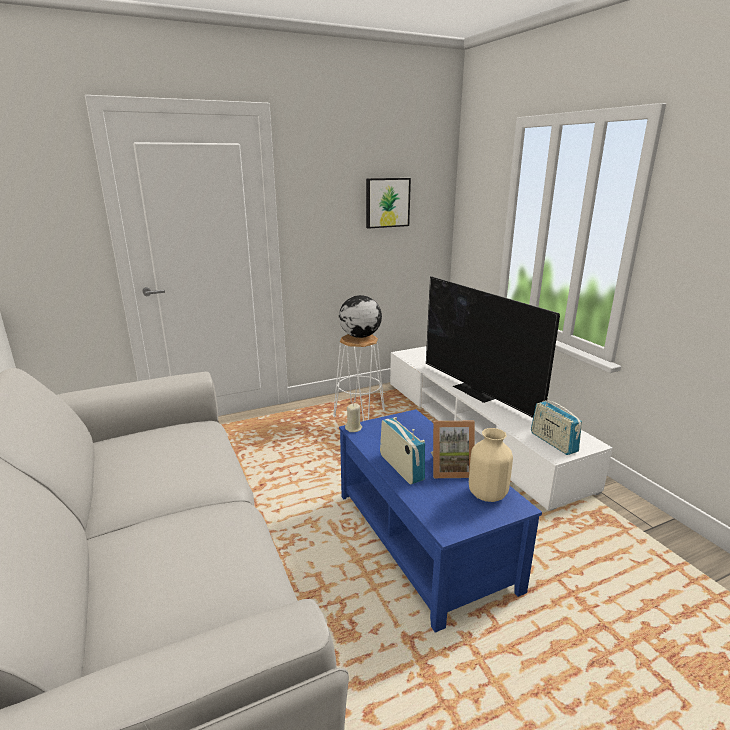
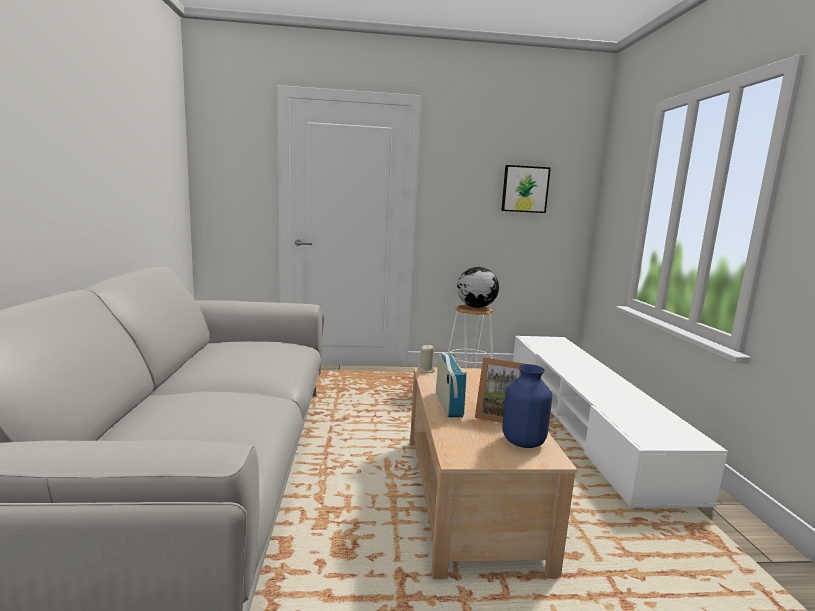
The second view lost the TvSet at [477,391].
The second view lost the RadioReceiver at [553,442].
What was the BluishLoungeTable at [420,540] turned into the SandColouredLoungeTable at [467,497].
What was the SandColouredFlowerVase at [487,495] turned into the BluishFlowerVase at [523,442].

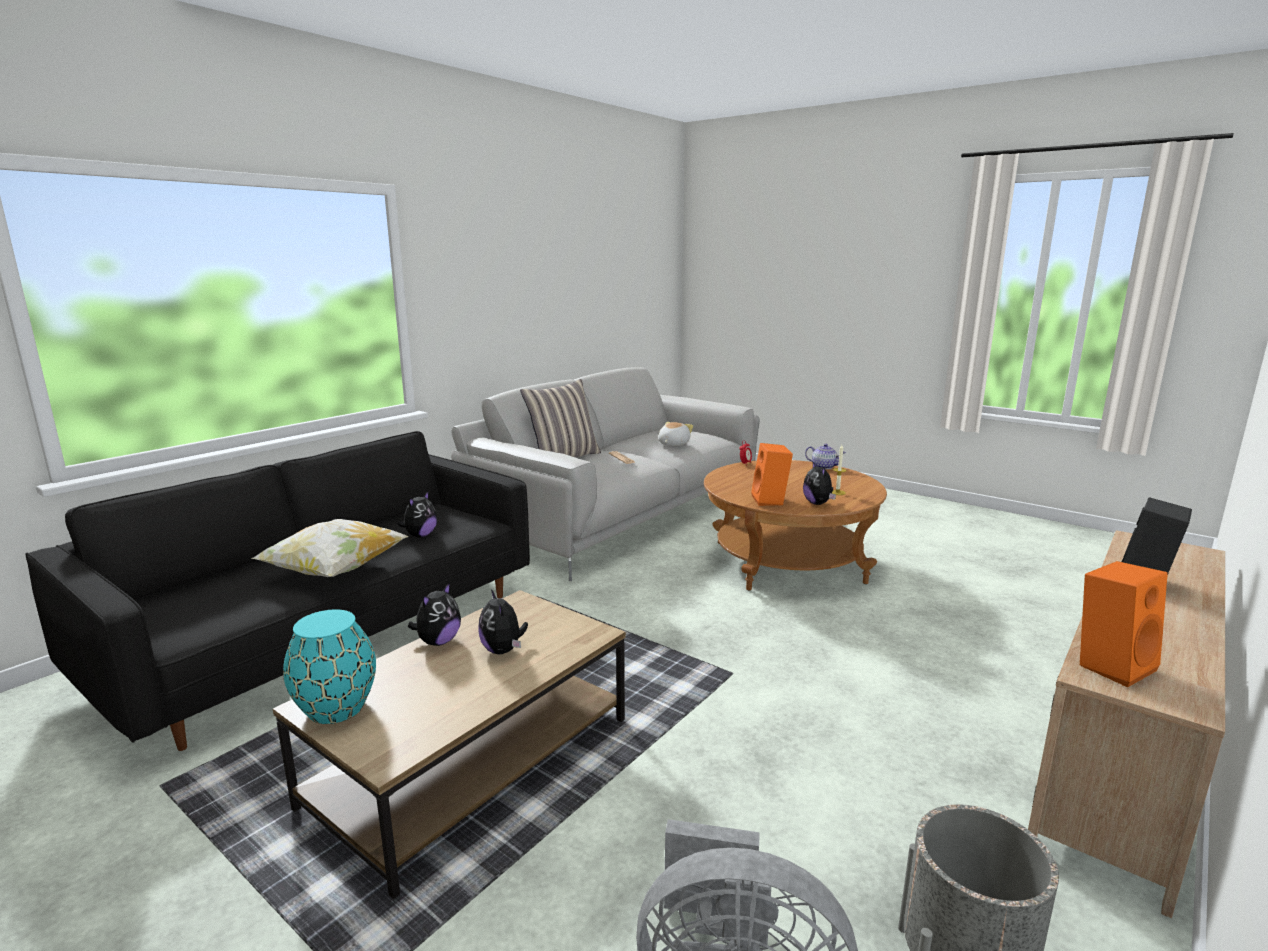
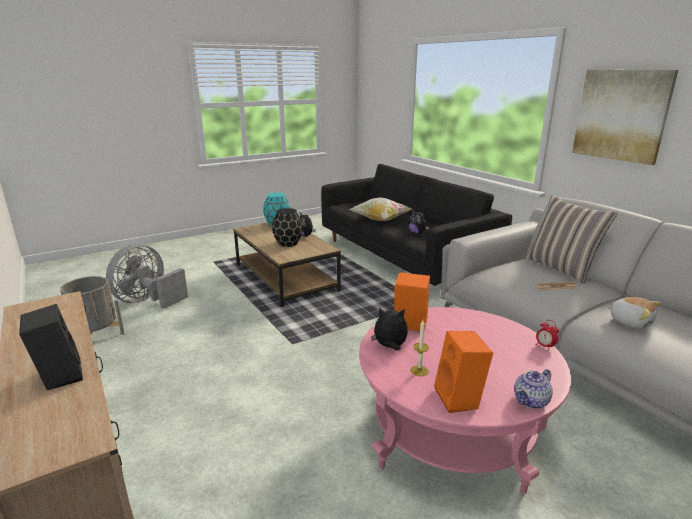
The second view gained the Picture at [621,115].
The OrangeColouredLoudspeaker ended up elsewhere, having gone from [1111,664] to [460,399].
Where the PlushToy stood at [503,650], the BlackishFlowerVase came to stand at [287,243].
What was the BrownishLoungeTable at [787,562] turned into the PinkLoungeTable at [452,431].

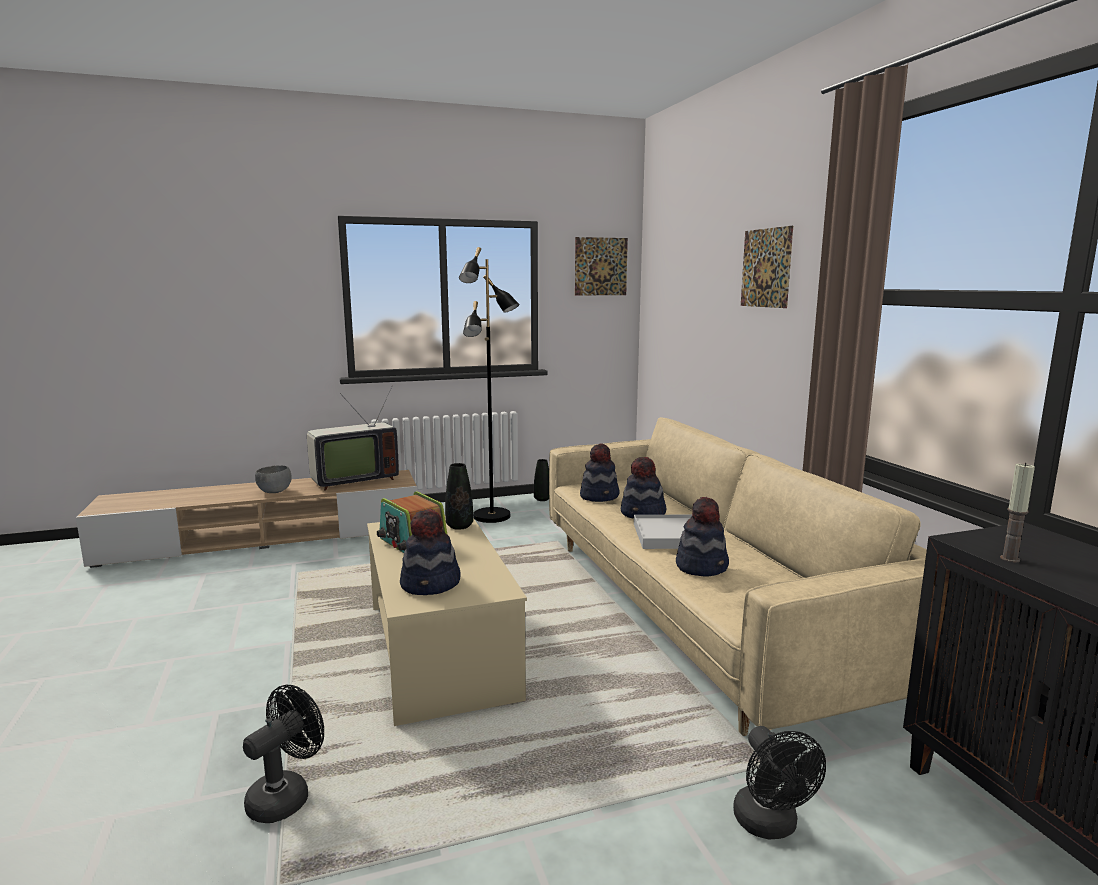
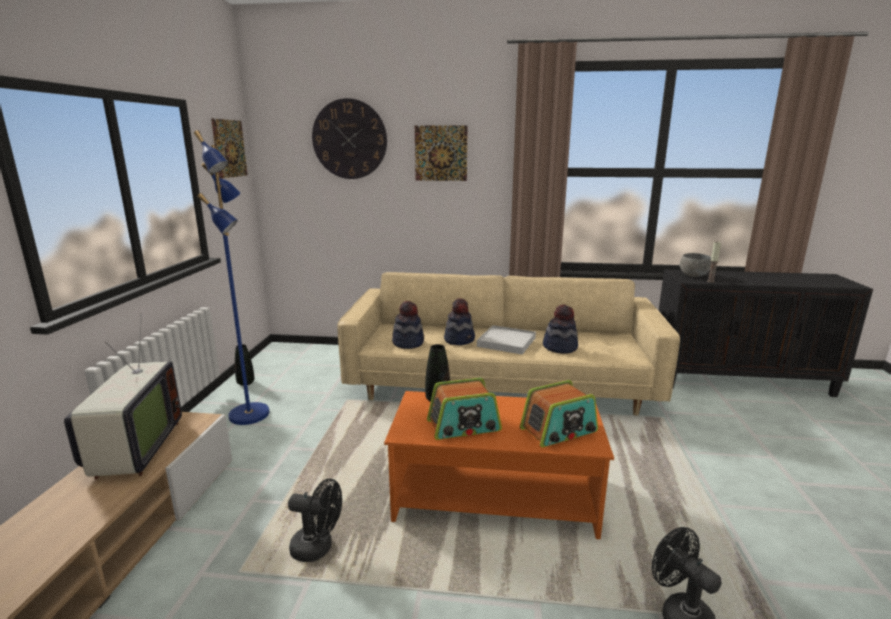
The second view gained the WallClock at [349,139].
The GreyBowl ended up elsewhere, having gone from [274,492] to [694,276].
The BlackishFan ended up elsewhere, having gone from [770,826] to [318,548].
Where the Hat stood at [431,584], the RadioReceiver came to stand at [559,430].
What was the SandColouredLoungeTable at [440,650] turned into the OrangeColouredLoungeTable at [496,496].
What was the BlackishStandardLamp at [492,517] turned into the BluishStandardLamp at [250,415].

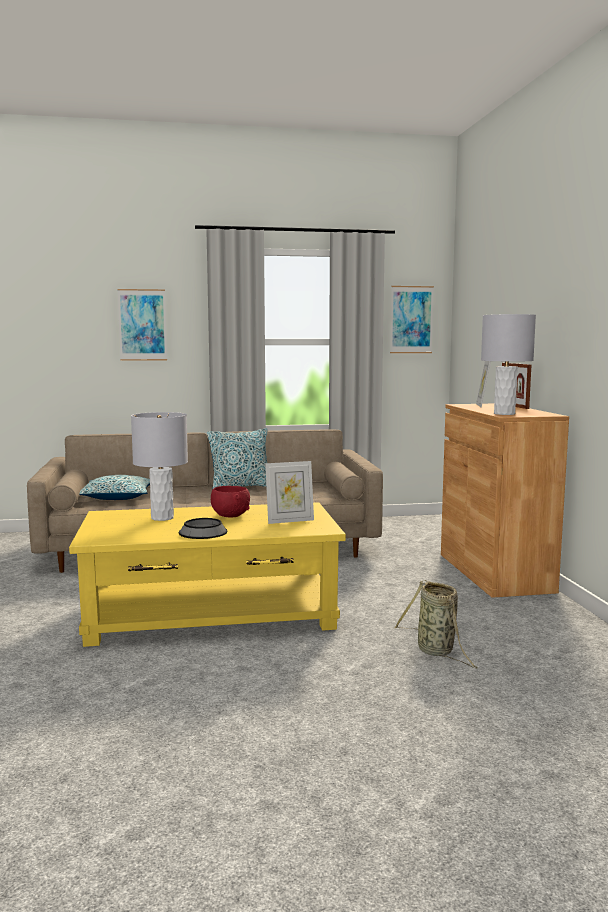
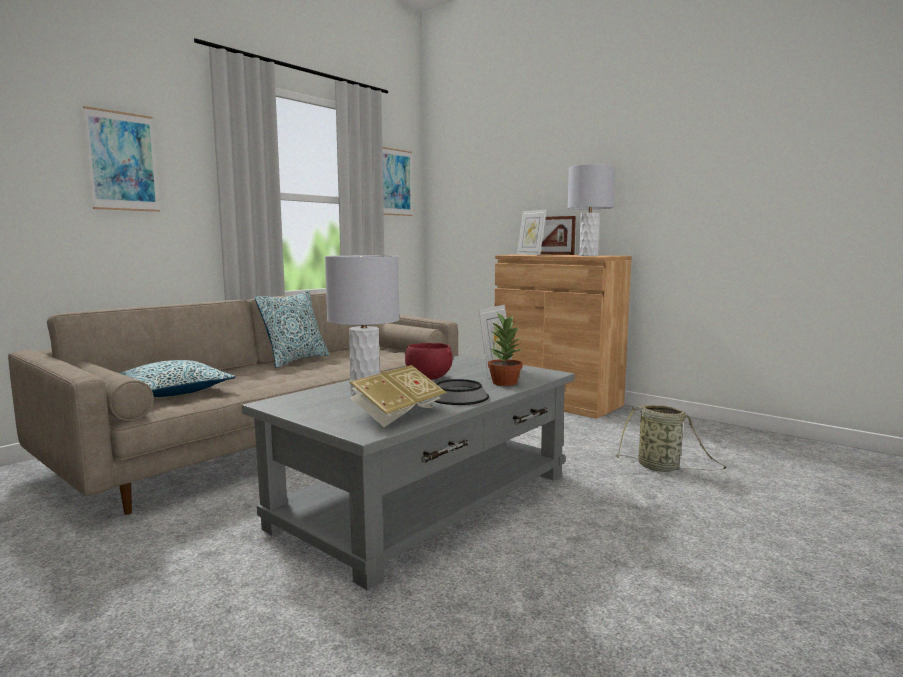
The second view gained the Volume at [397,414].
The second view gained the PottedPlant at [504,382].
What was the YellowishLoungeTable at [212,614] turned into the GreyLoungeTable at [428,499].

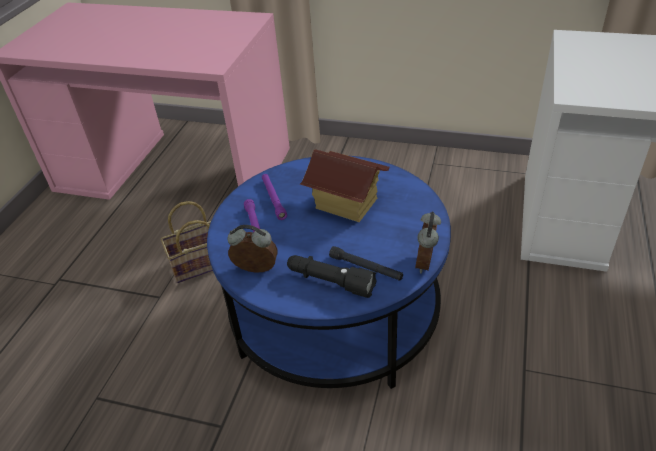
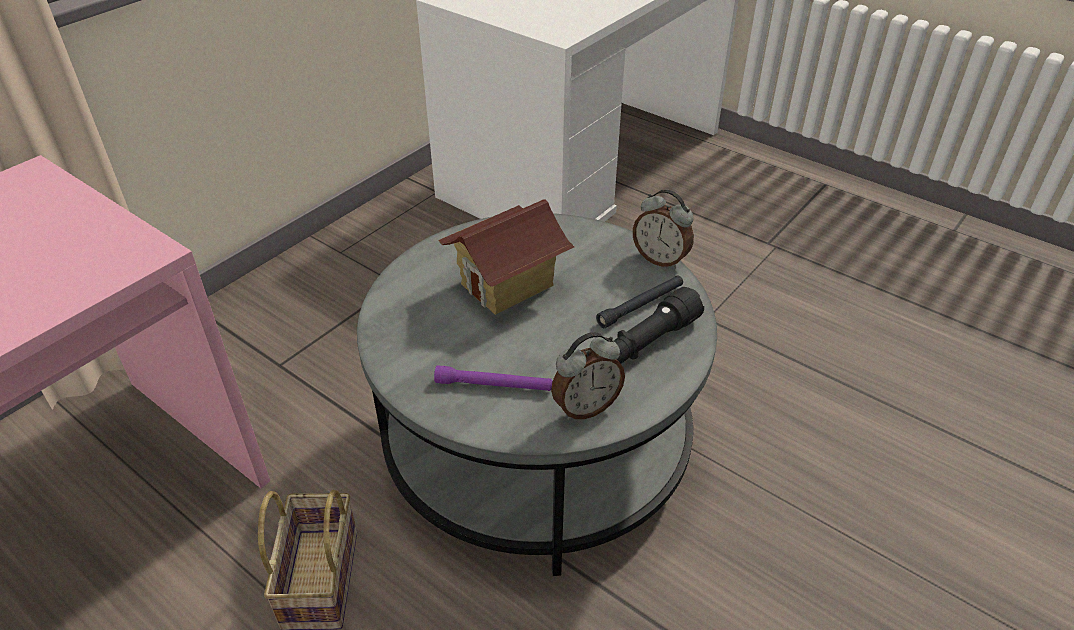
The second view lost the PurpleColouredHandTorch at [273,199].
What was the BluishLoungeTable at [335,312] turned into the GreyLoungeTable at [537,441].
The AlarmClock at [256,270] ended up facing another way, 150 degrees counterclockwise from before.

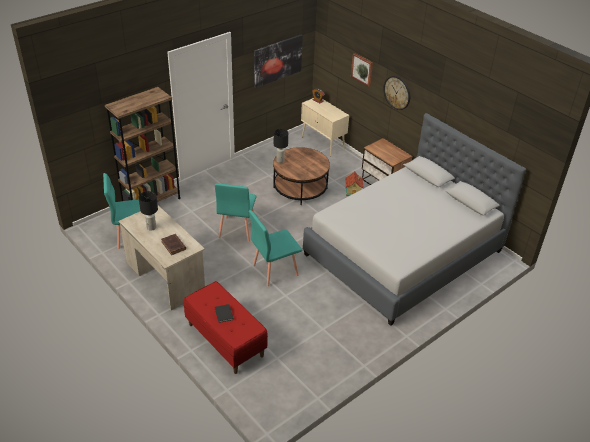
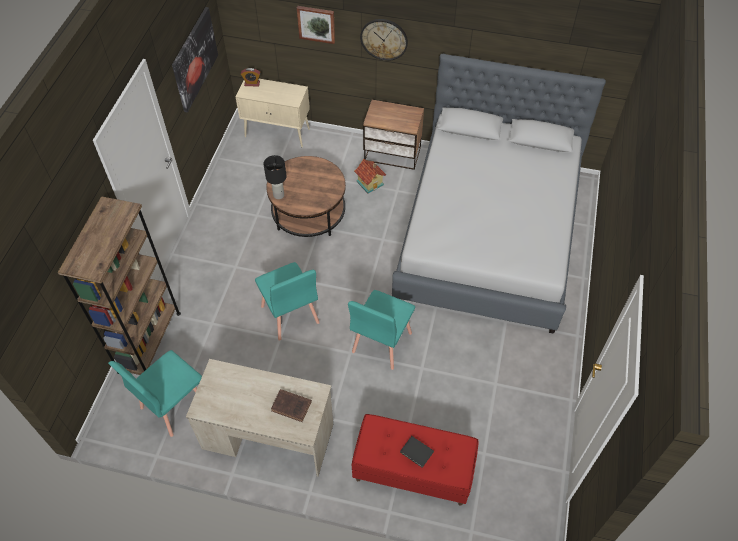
The second view lost the BlackishLampForATable at [151,227].

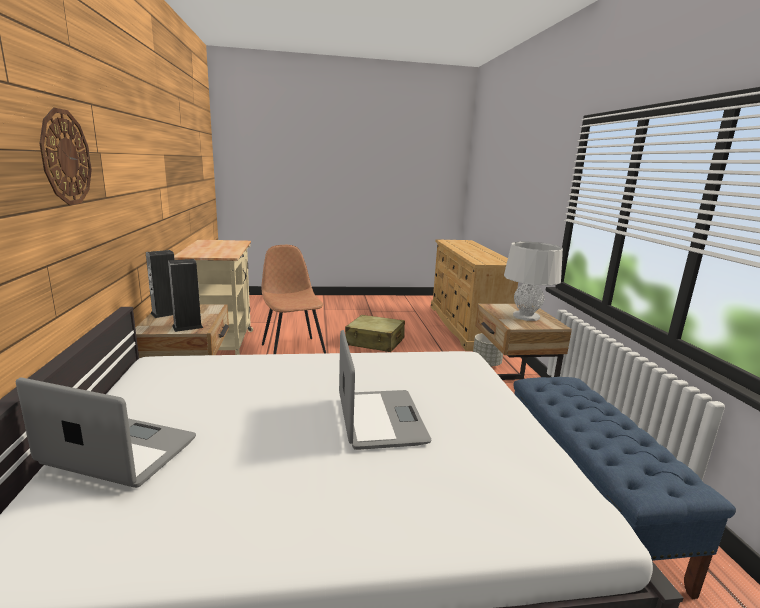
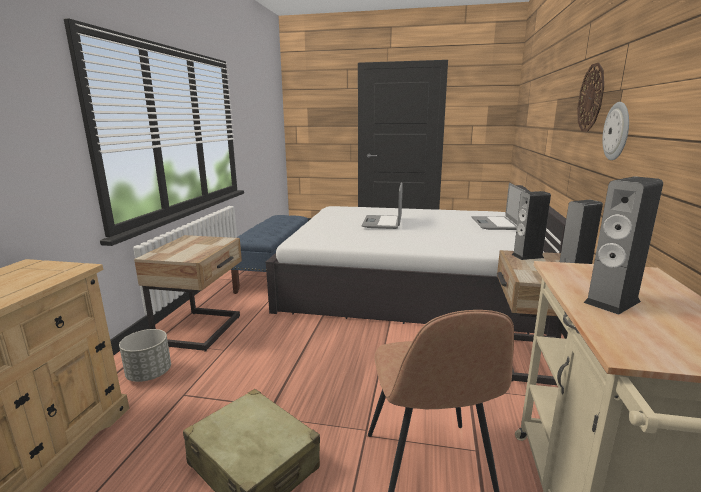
The second view lost the GreyLampForATable at [526,316].
The second view gained the Loudspeaker at [612,302].
The second view gained the WallClock at [617,131].
The Laptop at [119,452] ended up facing another way, 60 degrees clockwise from before.

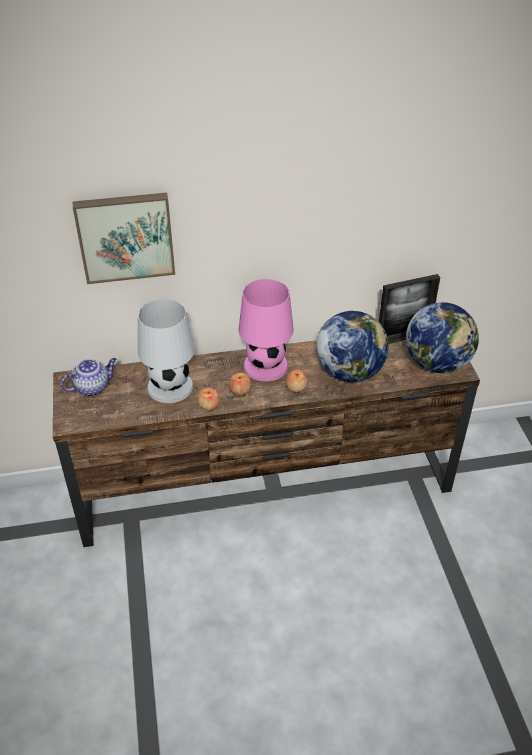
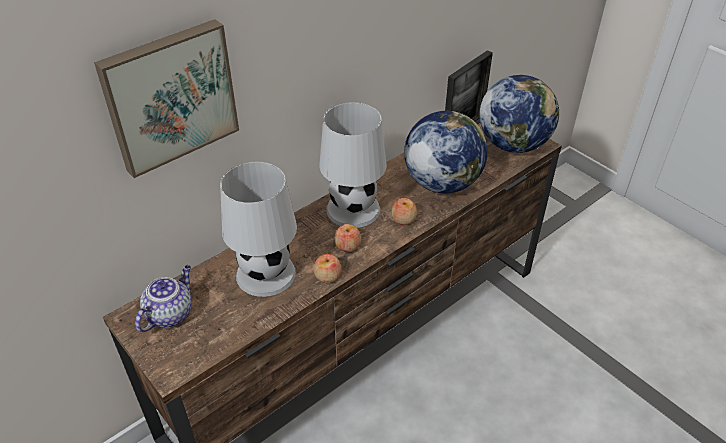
What was the PinkLampForATable at [266,366] turned into the WhitishLampForATable at [354,209].

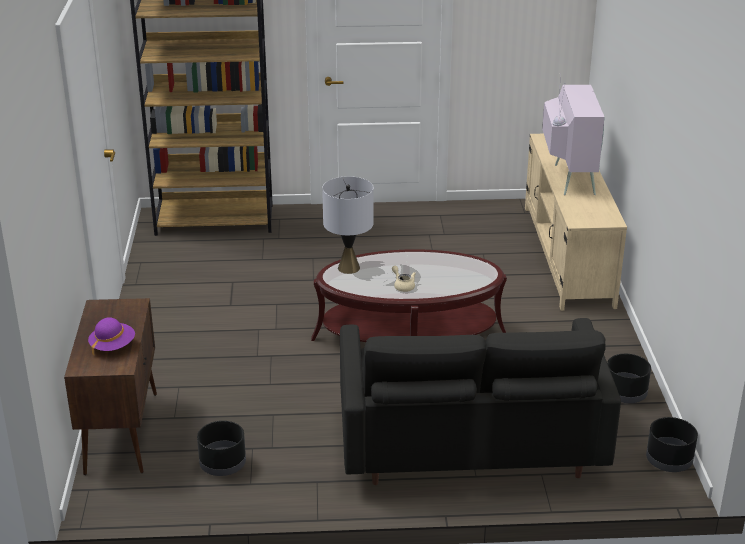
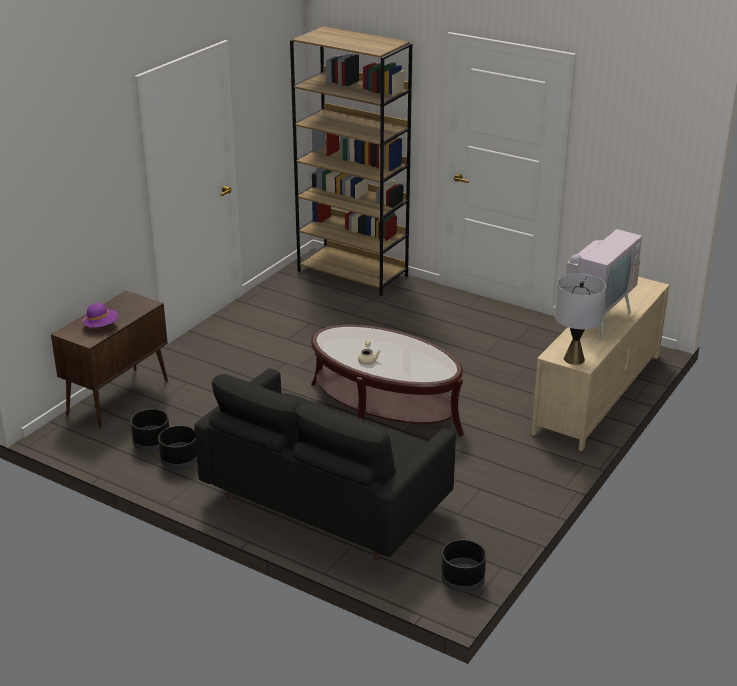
The GreyLampForATable ended up elsewhere, having gone from [348,268] to [574,359].
The BlackishPlantPot ended up elsewhere, having gone from [625,394] to [180,461].

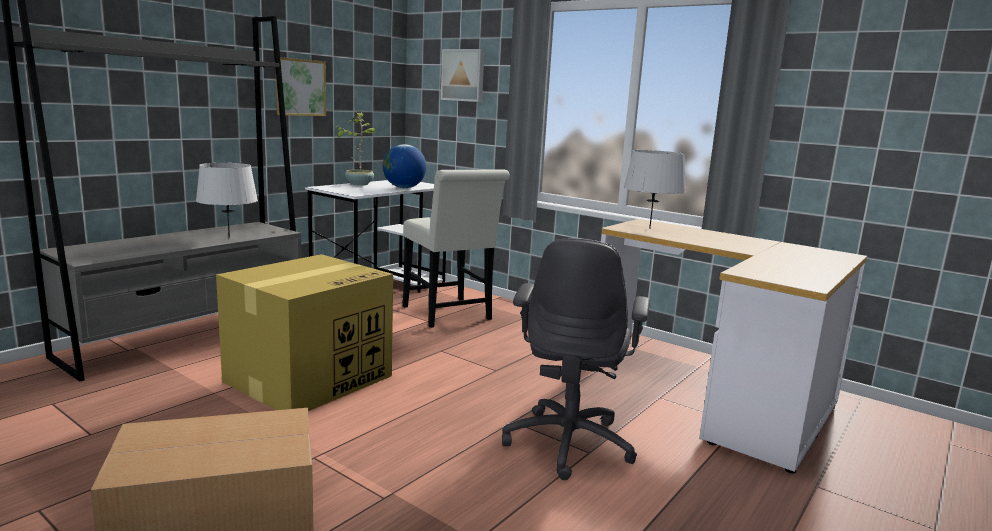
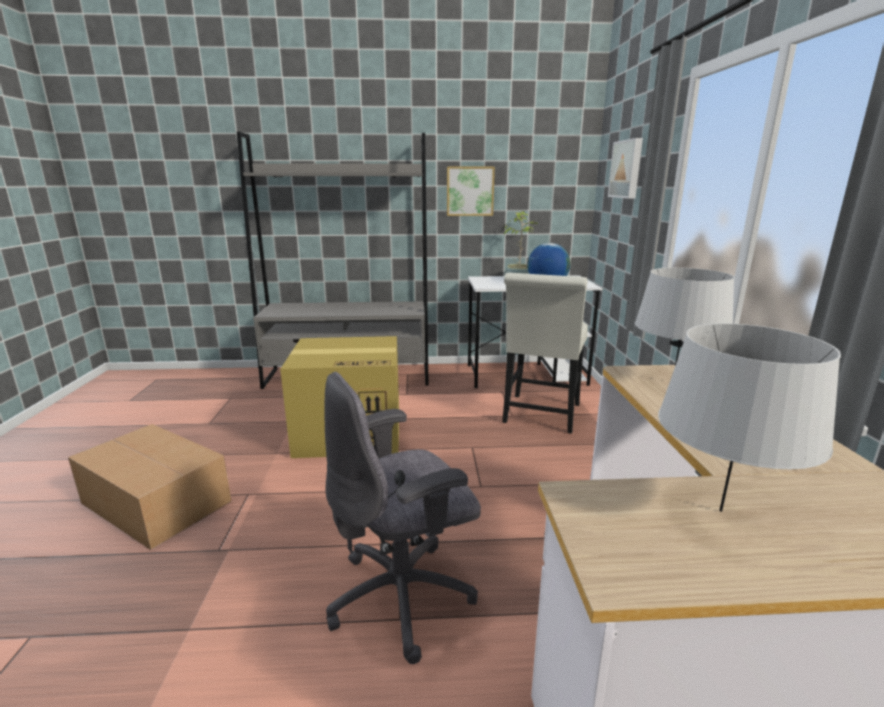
The GreyLampForATable ended up elsewhere, having gone from [229,237] to [720,511].

